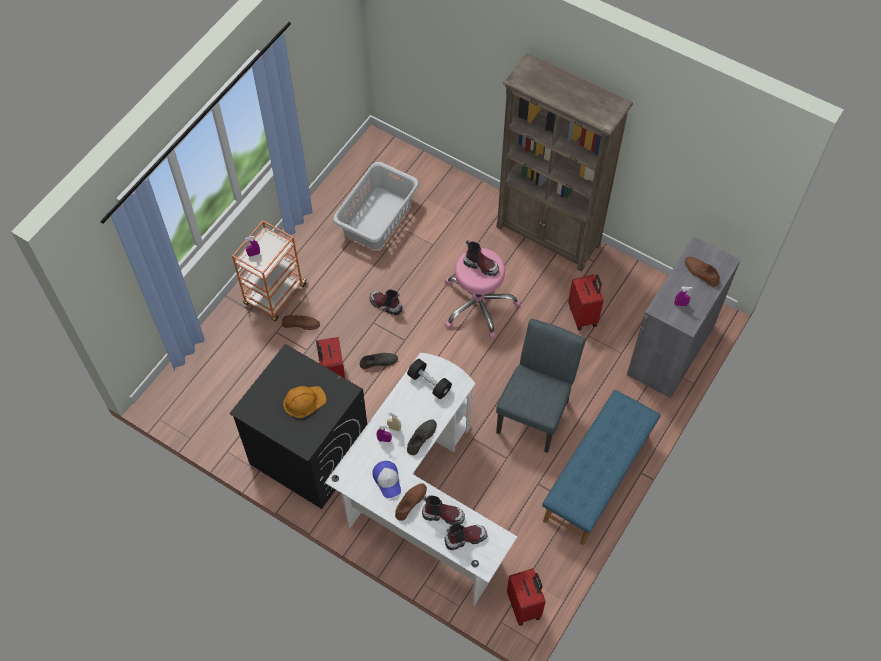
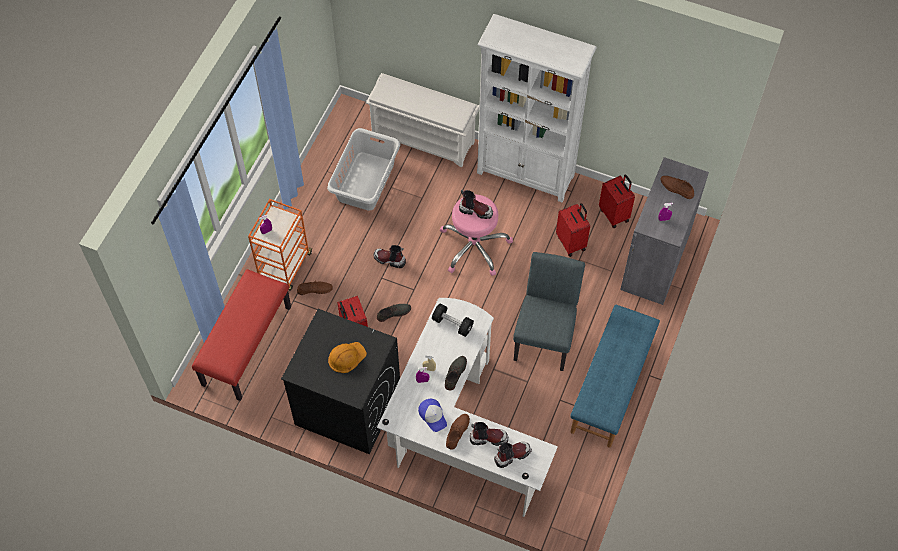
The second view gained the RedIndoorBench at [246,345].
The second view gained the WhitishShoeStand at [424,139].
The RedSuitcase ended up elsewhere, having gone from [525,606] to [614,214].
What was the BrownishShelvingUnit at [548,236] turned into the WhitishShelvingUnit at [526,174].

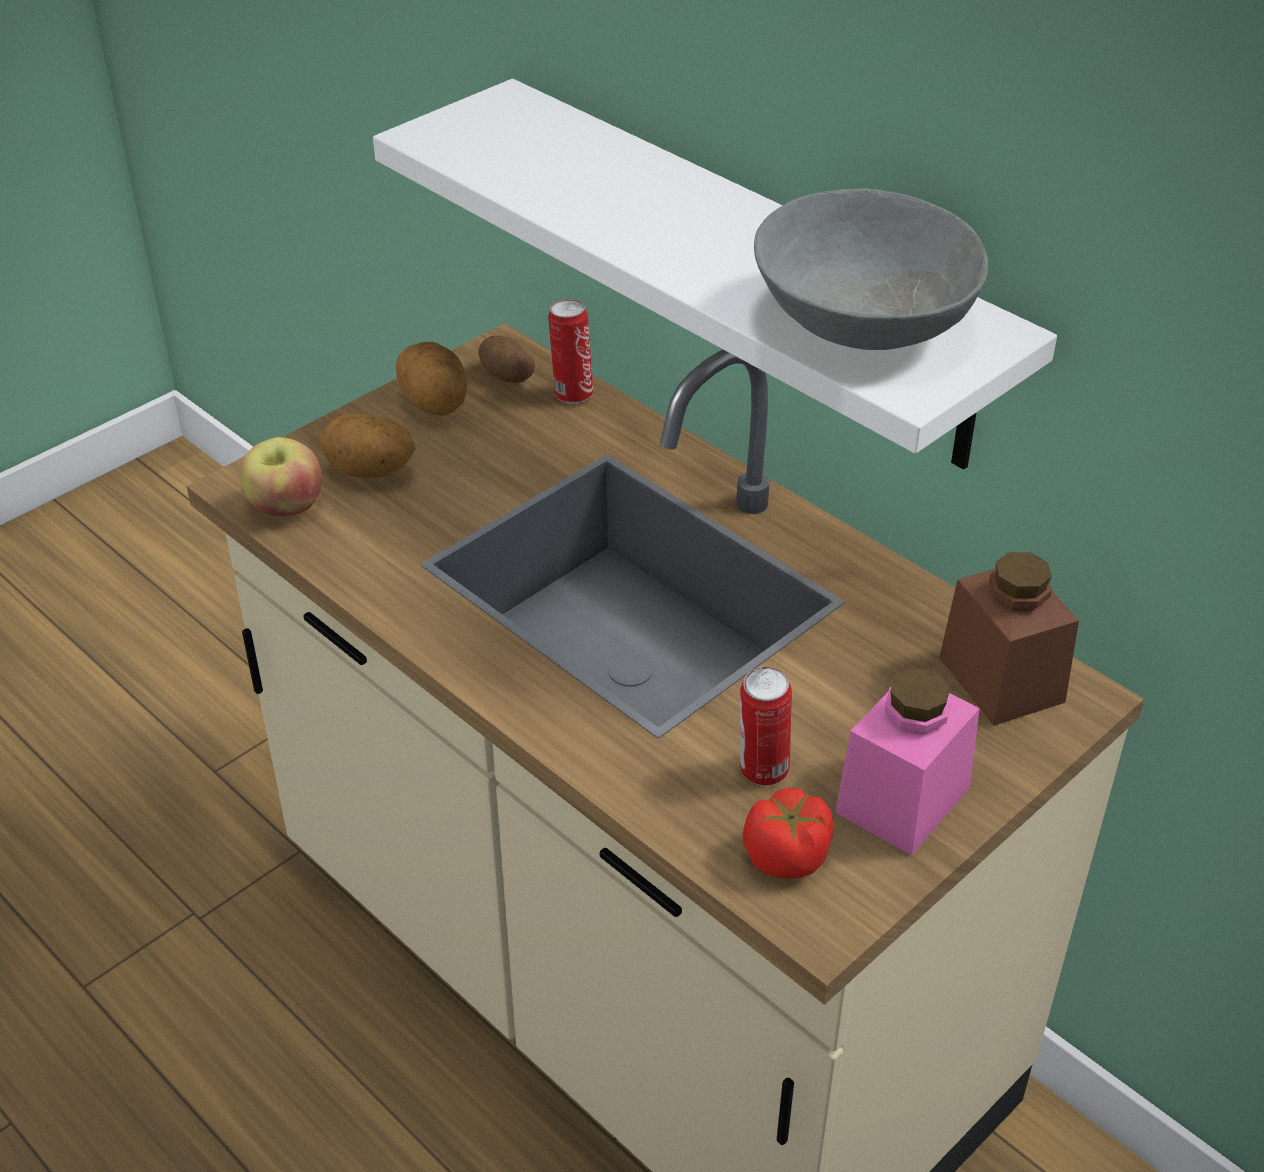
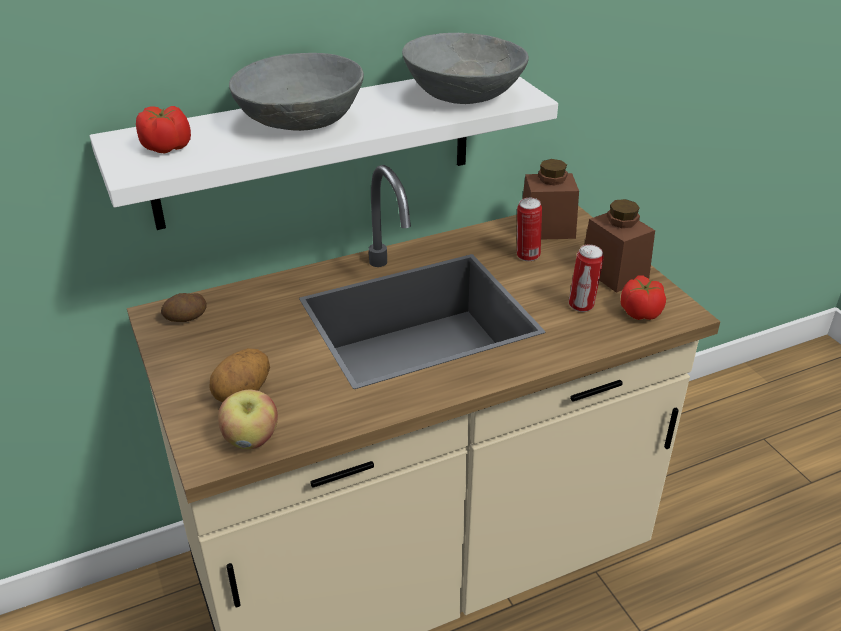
The second view lost the Potato at [435,404].
The second view gained the FreshTomato at [167,148].
The second view gained the GreyBowl at [301,120].
The Can ended up elsewhere, having gone from [572,393] to [527,256].
What was the PinkPreserveJar at [902,800] turned into the BrownishPreserveJar at [614,273].

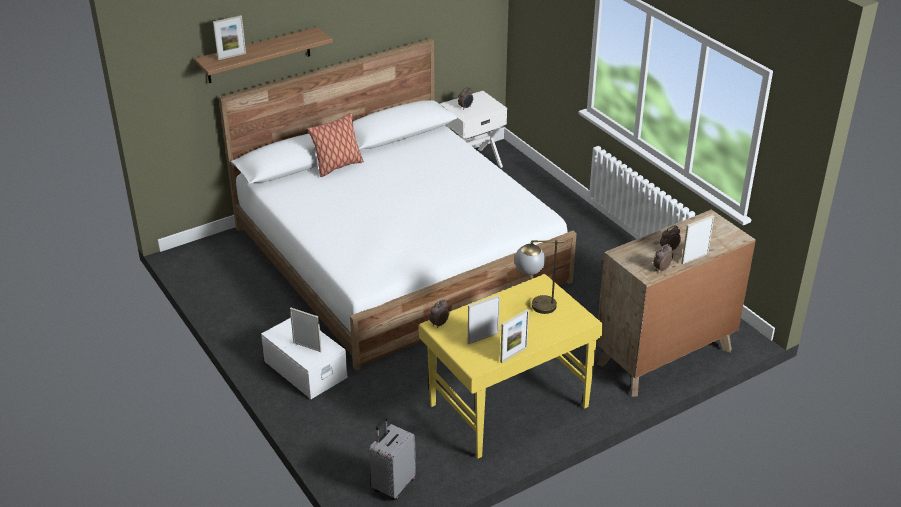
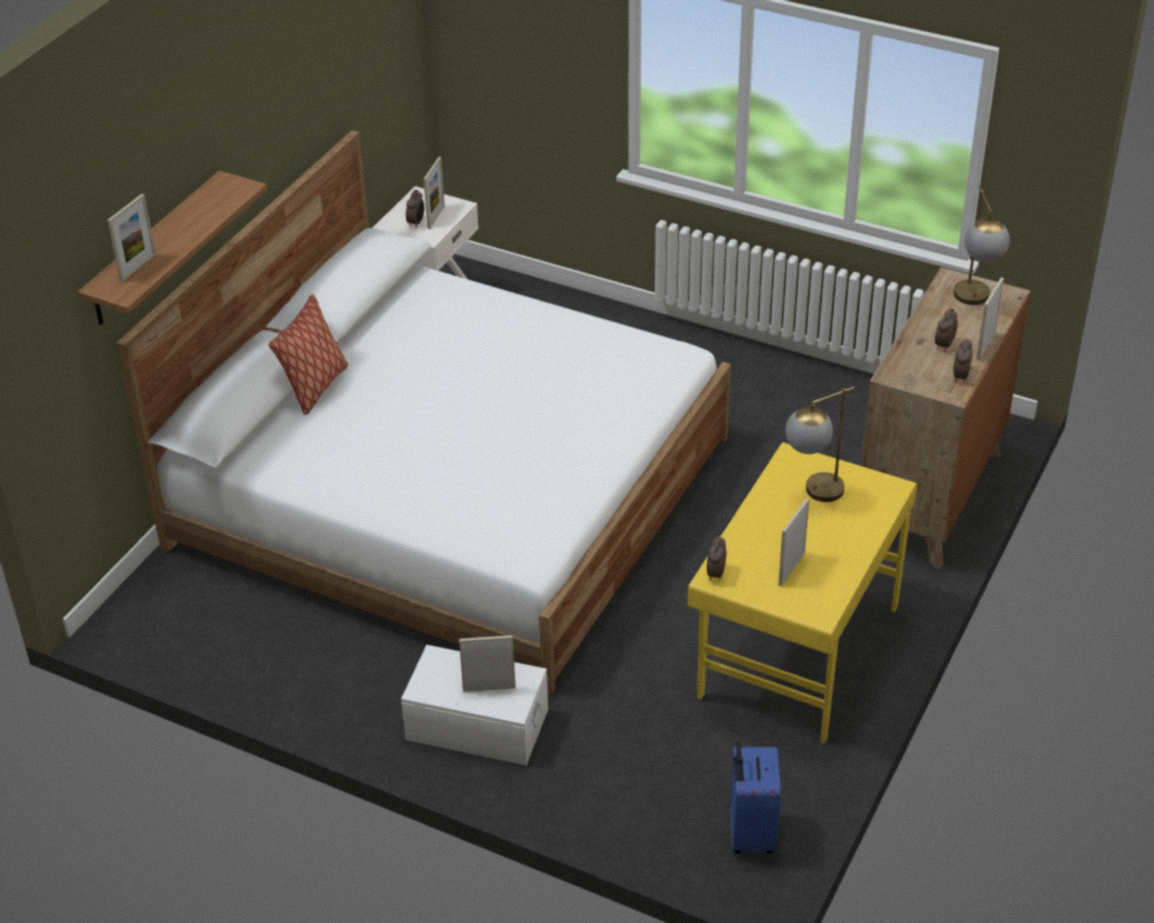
The second view gained the LampForATable at [975,302].
The StandingFrame ended up elsewhere, having gone from [513,354] to [436,217].
What was the GreySuitcase at [393,485] turned into the BluishSuitcase at [750,833].

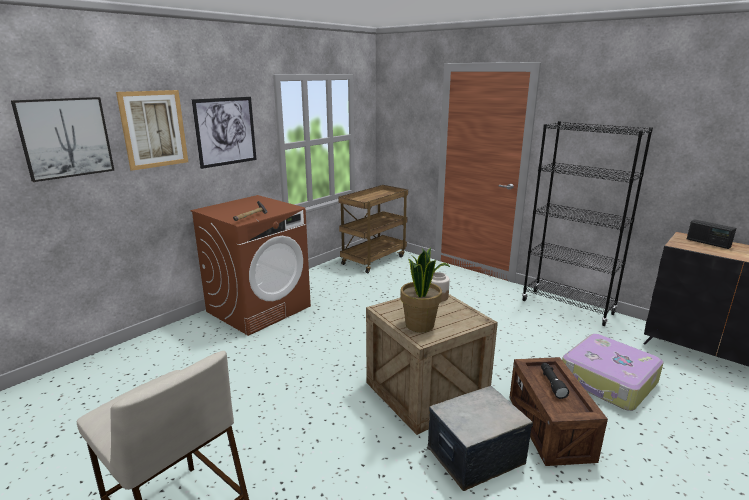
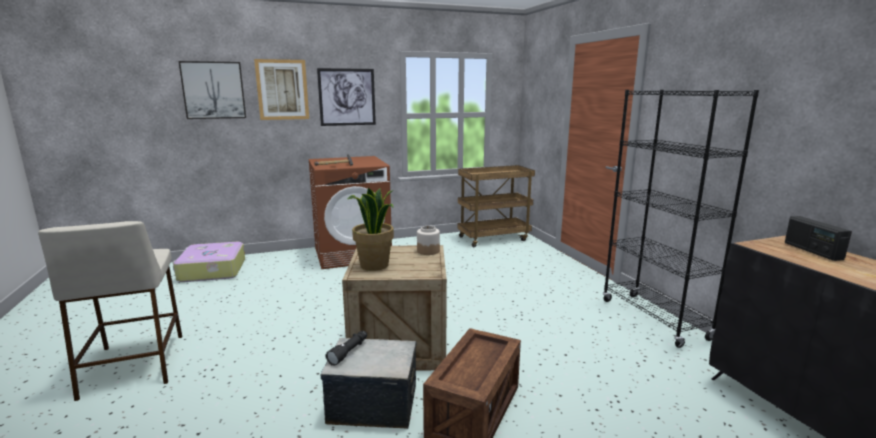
The BlackishHandTorch ended up elsewhere, having gone from [551,384] to [349,352].
The Suitcase ended up elsewhere, having gone from [608,381] to [211,271].

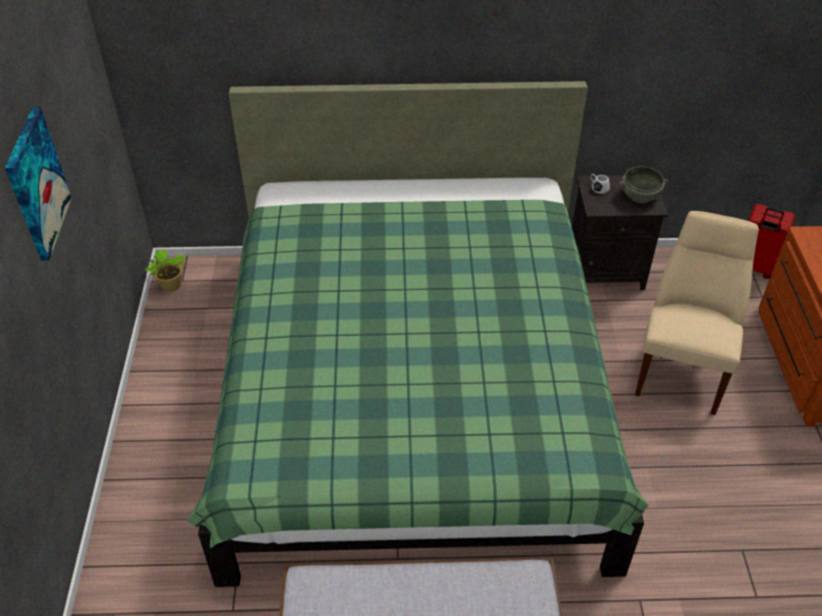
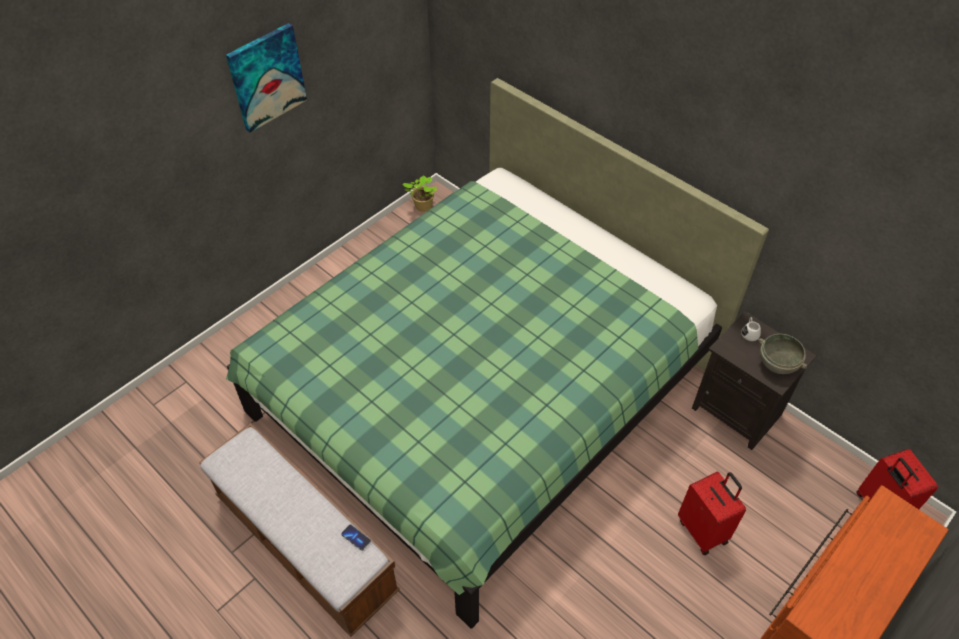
The second view gained the Phone at [356,537].
Where the SandColouredPlainChair stood at [681,367], the RedSuitcase came to stand at [703,530].

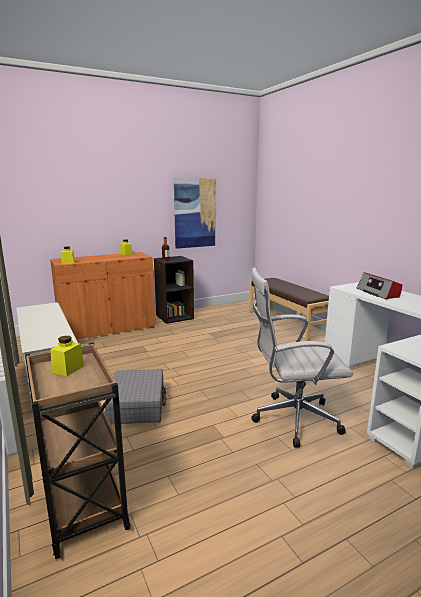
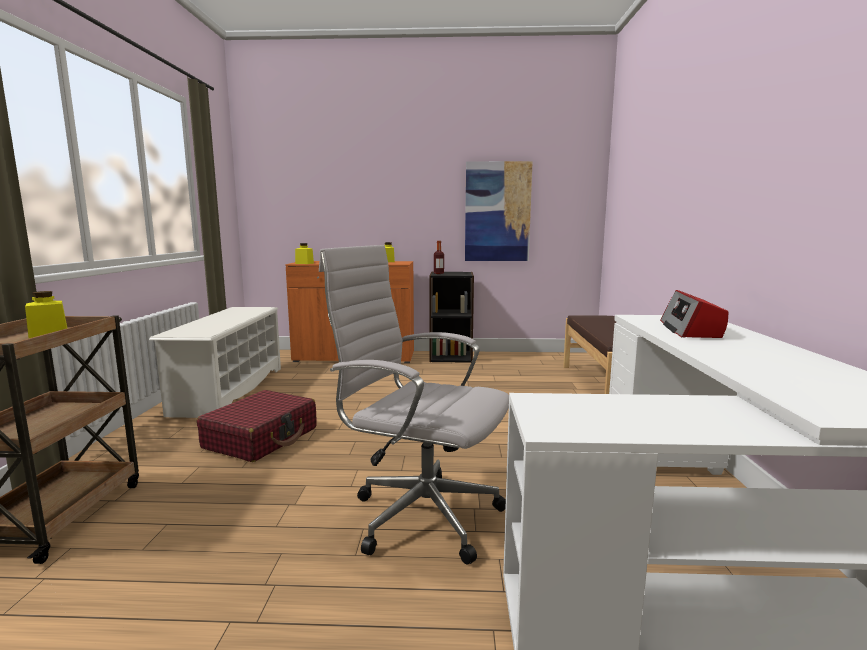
What was the GreySuitcase at [137,405] turned into the RedSuitcase at [261,438].

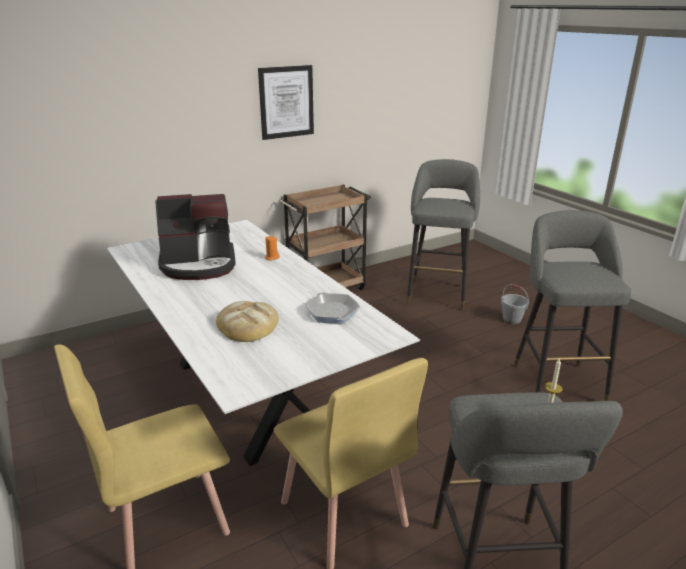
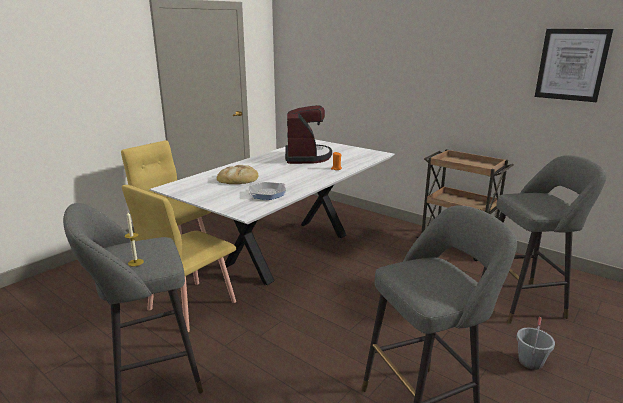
The Picture ended up elsewhere, having gone from [286,102] to [571,64].
The CoffeeBrewer at [199,265] ended up facing another way, 150 degrees counterclockwise from before.

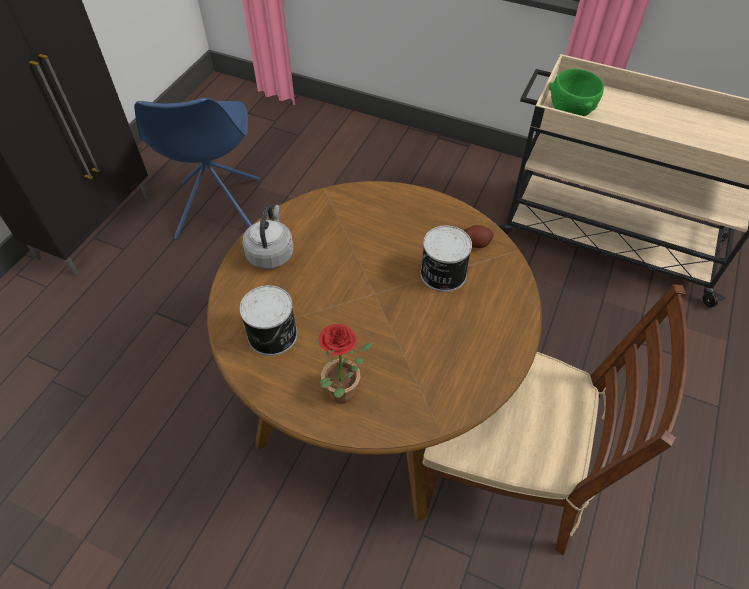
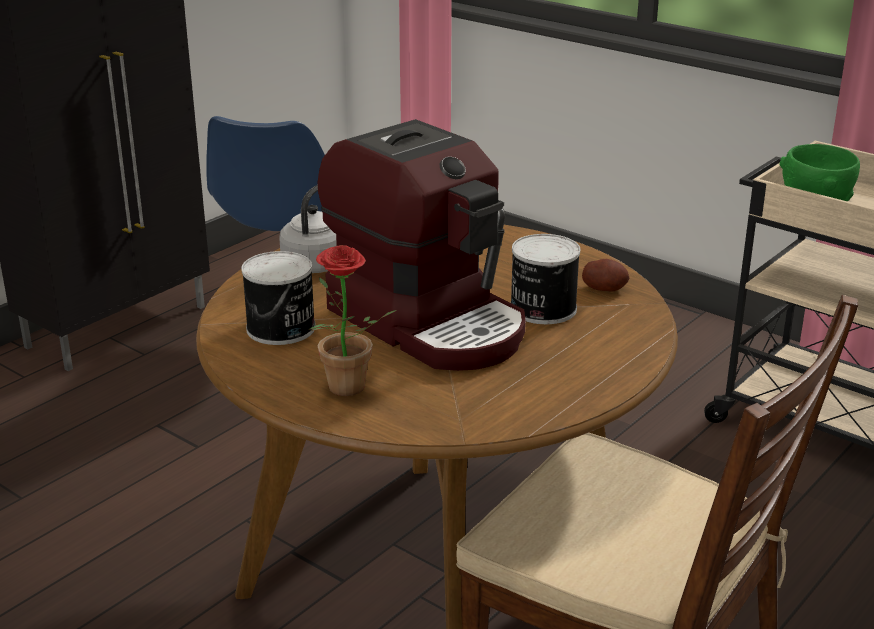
The second view gained the CoffeeBrewer at [430,322].

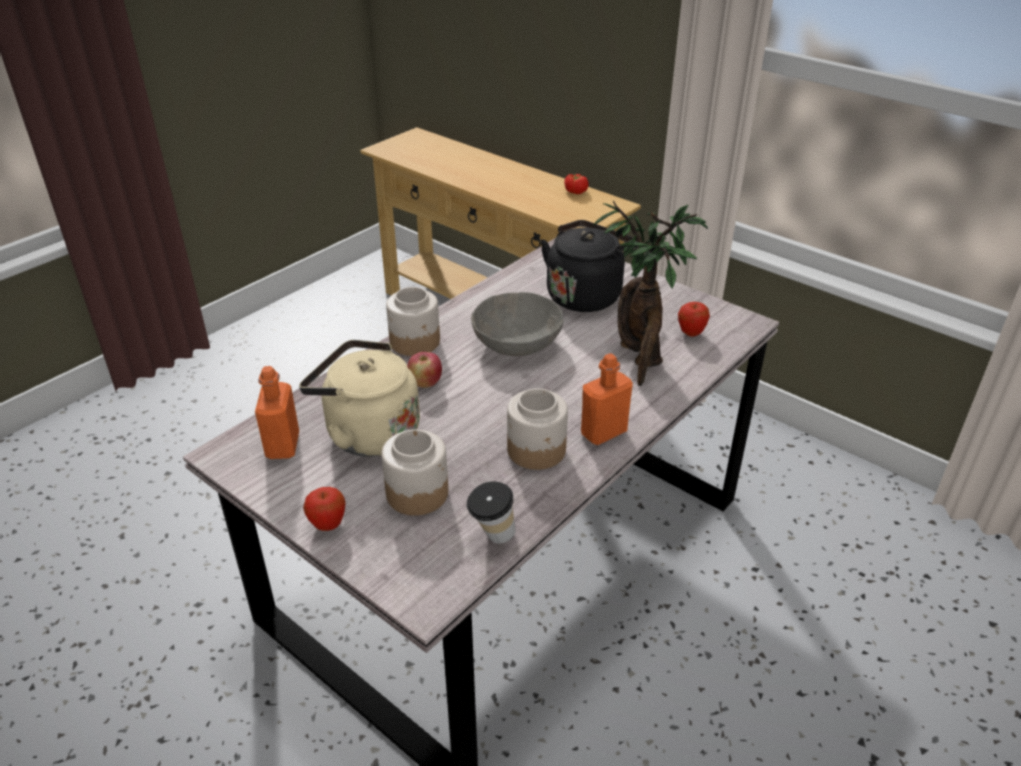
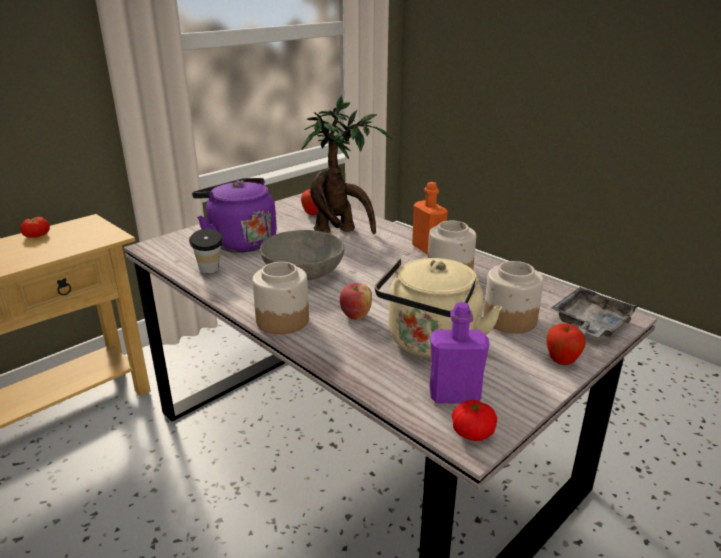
The second view gained the FreshTomato at [472,432].
The second view gained the GreyTray at [590,324].
The Cup ended up elsewhere, having gone from [492,537] to [210,272].
What was the OrangeColouredBottle at [283,446] turned into the PurpleColouredBottle at [454,395].
What was the BlackishWaterKettle at [586,295] turned into the PurpleColouredWaterKettle at [240,242].

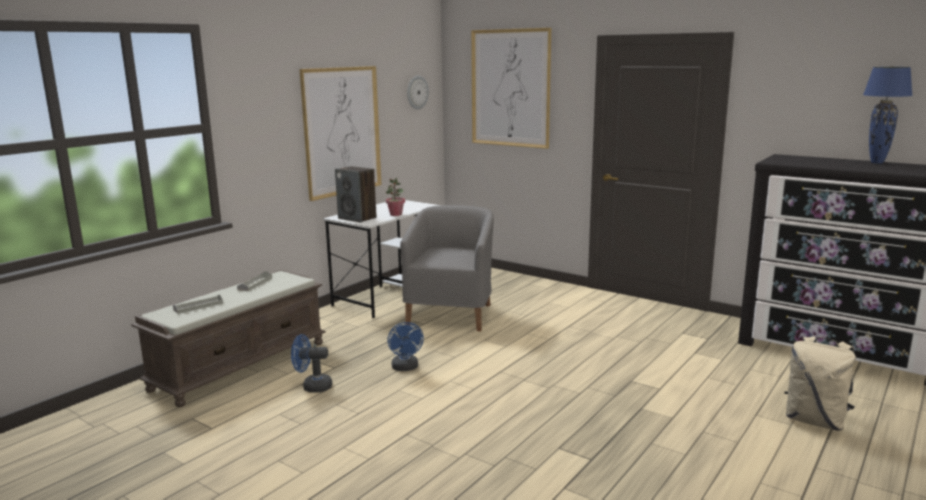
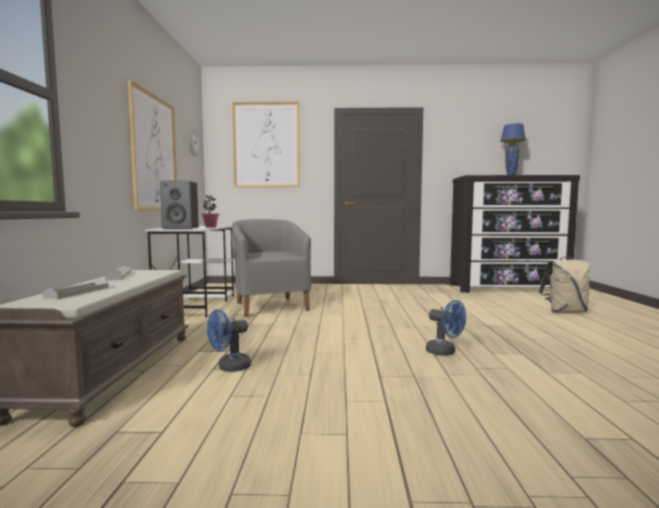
The BluishFan ended up elsewhere, having gone from [405,368] to [445,352].

